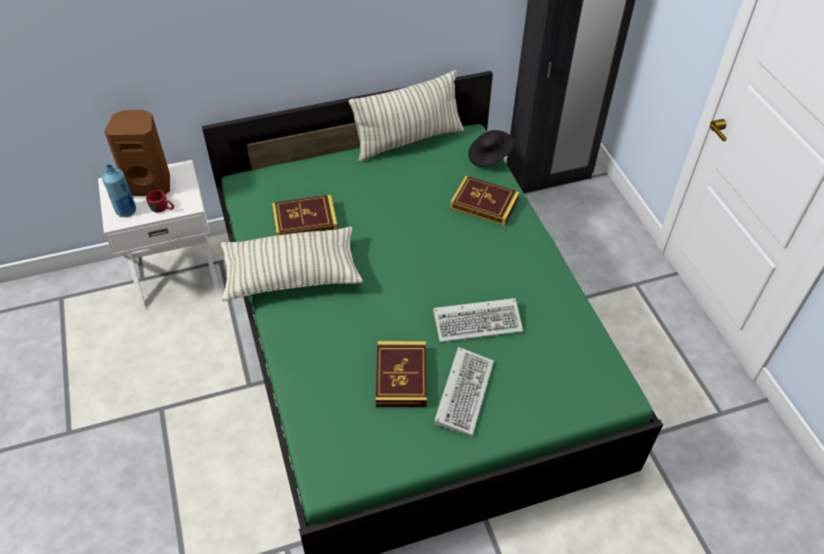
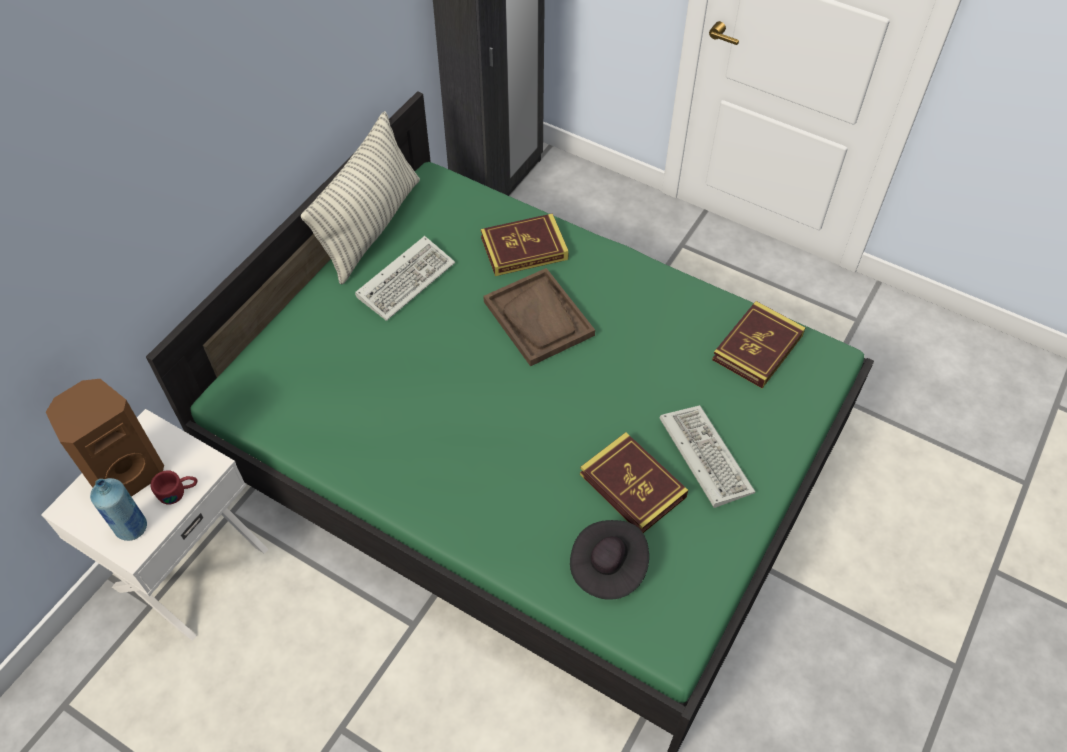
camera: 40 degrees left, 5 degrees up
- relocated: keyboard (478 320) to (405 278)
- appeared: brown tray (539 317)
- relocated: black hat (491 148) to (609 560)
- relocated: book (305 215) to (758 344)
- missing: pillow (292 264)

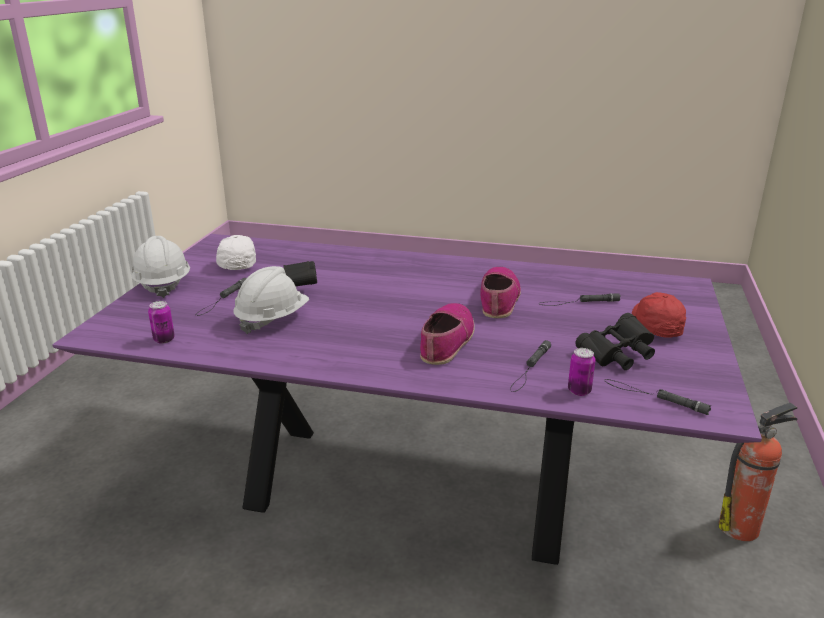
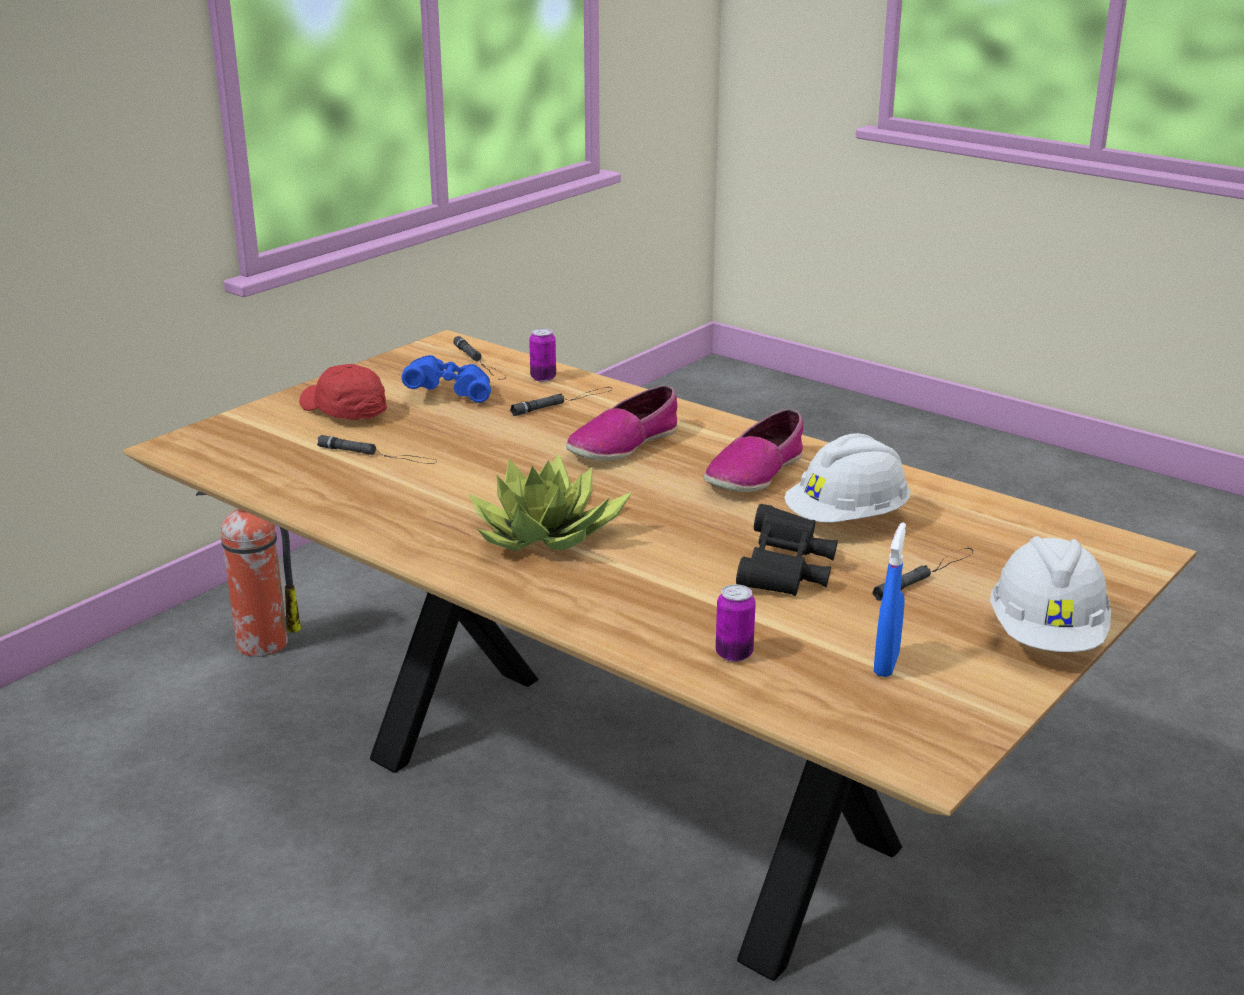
camera: 155 degrees left, 0 degrees up
- colour: purple dining table (407 399) to brown dining table (660 655)
- spun: red cap (659 315) = (343 392) 105 degrees clockwise
- colour: black binoculars (615 341) to blue binoculars (446 379)
- appeared: potted plant (550 502)
- relocated: shoe (500 292) to (753 450)
- relocated: can (161 322) to (736 623)
- exchanged: white cap (236 252) to blue spray bottle (890 599)

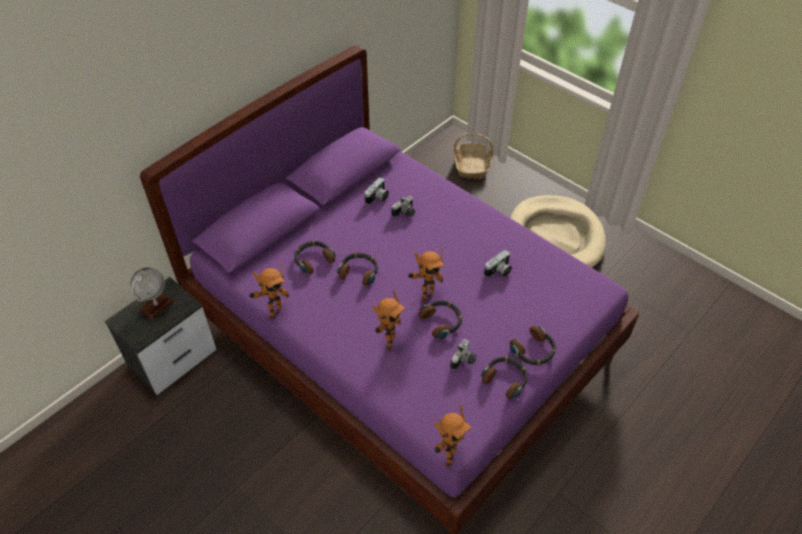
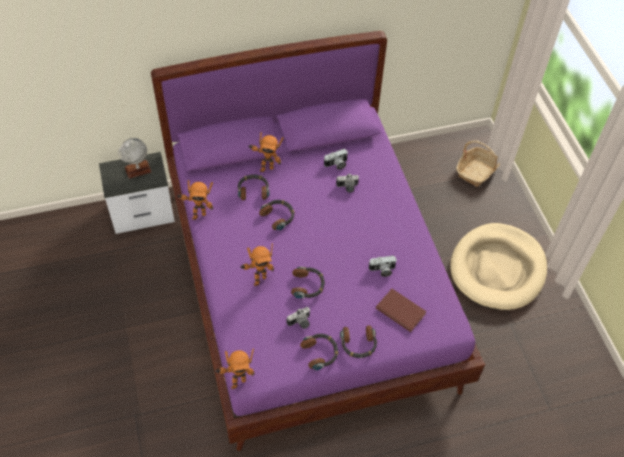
camera: 30 degrees right, 5 degrees up
- relocated: toy robot (426 274) to (265 152)
- appeared: brown book (401 310)

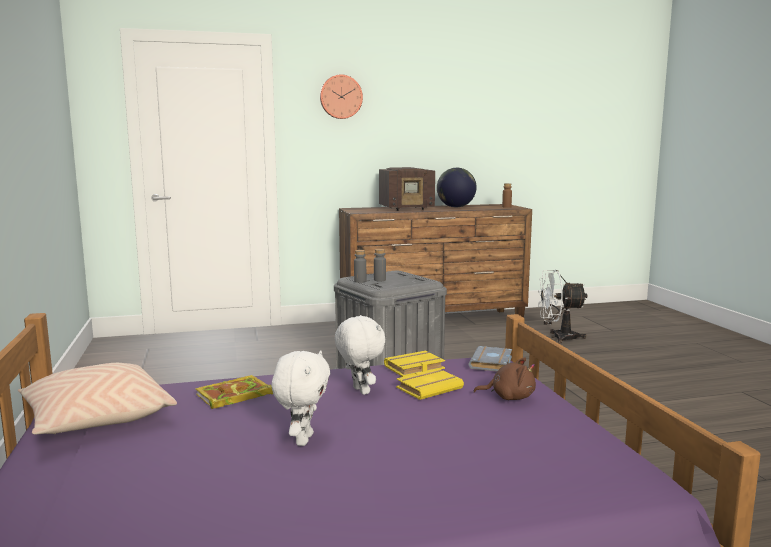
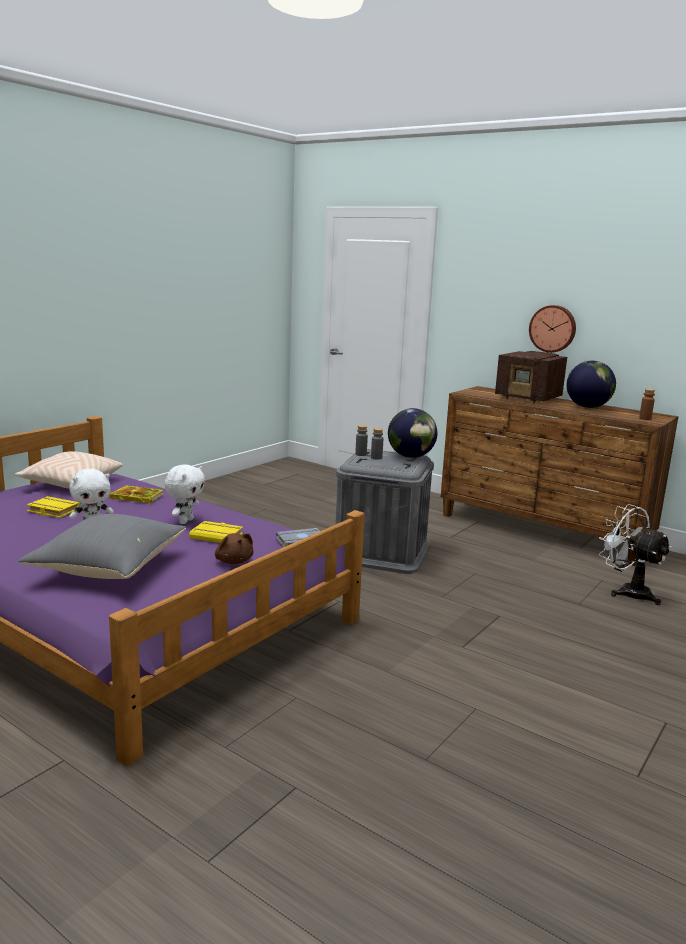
camera: 50 degrees right, 5 degrees up
- appeared: grey pillow (102 546)
- relocated: yellow book (414 364) to (53 507)
- appeared: globe (412 433)
- relocated: wall clock (341 96) to (552 329)

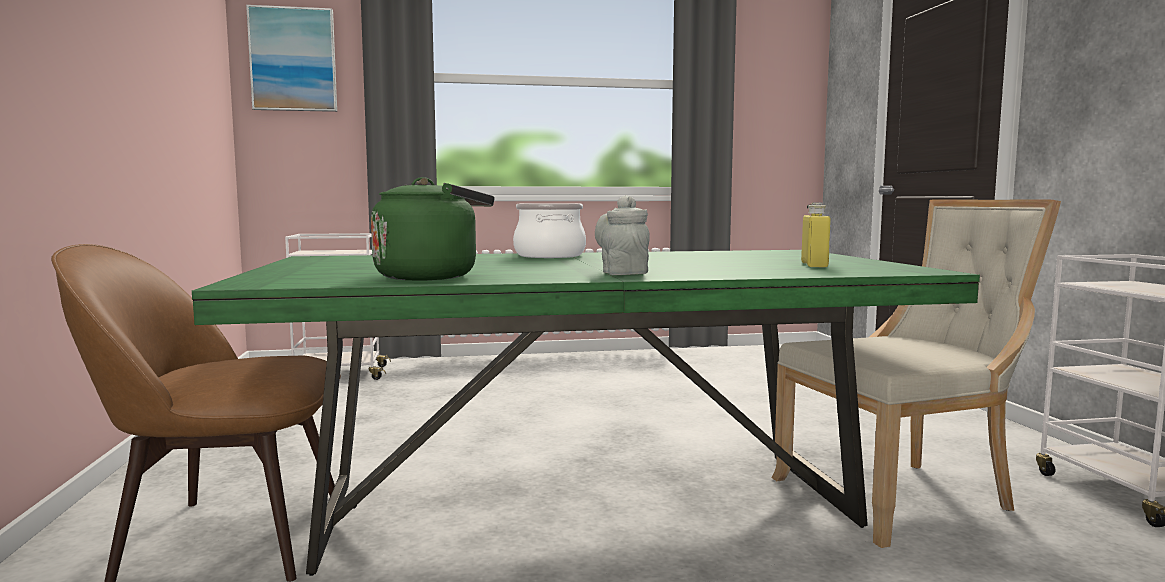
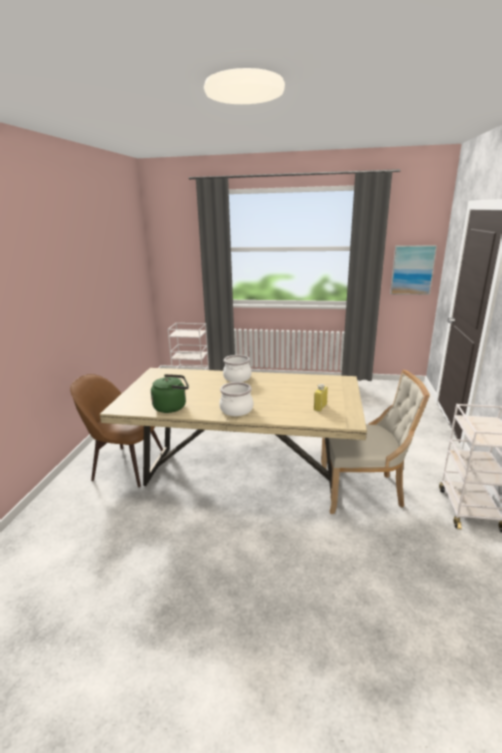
camera: 20 degrees right, 15 degrees up
- colour: green dining table (586 413) to beige dining table (233 430)
- exchanged: grey teapot (622 235) to cooking pot (236 399)
- relocated: picture (291 58) to (413 270)

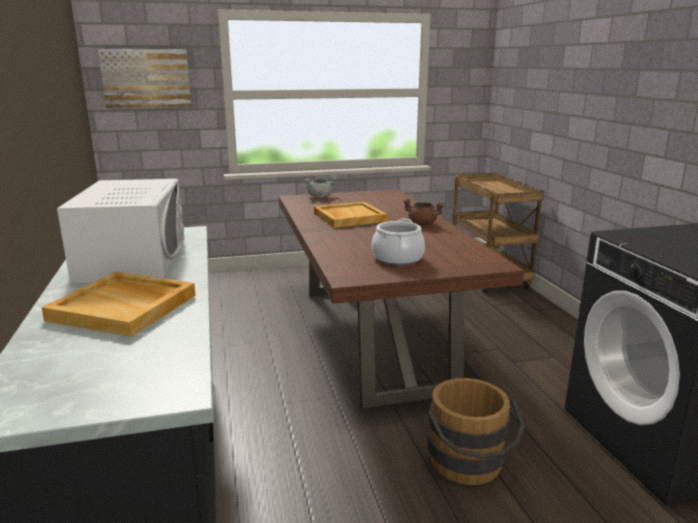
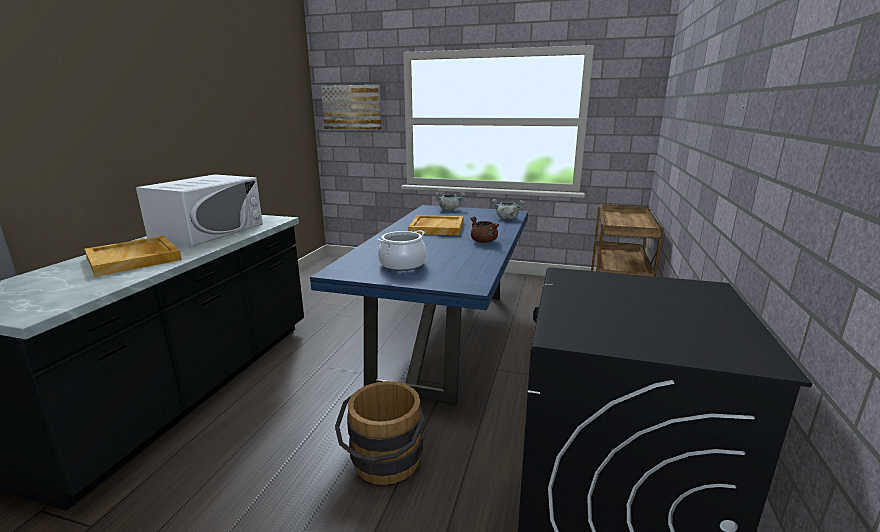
camera: 30 degrees right, 0 degrees up
- colour: brown dining table (401 299) to blue dining table (419 305)
- appeared: grey cooking pot (508 209)

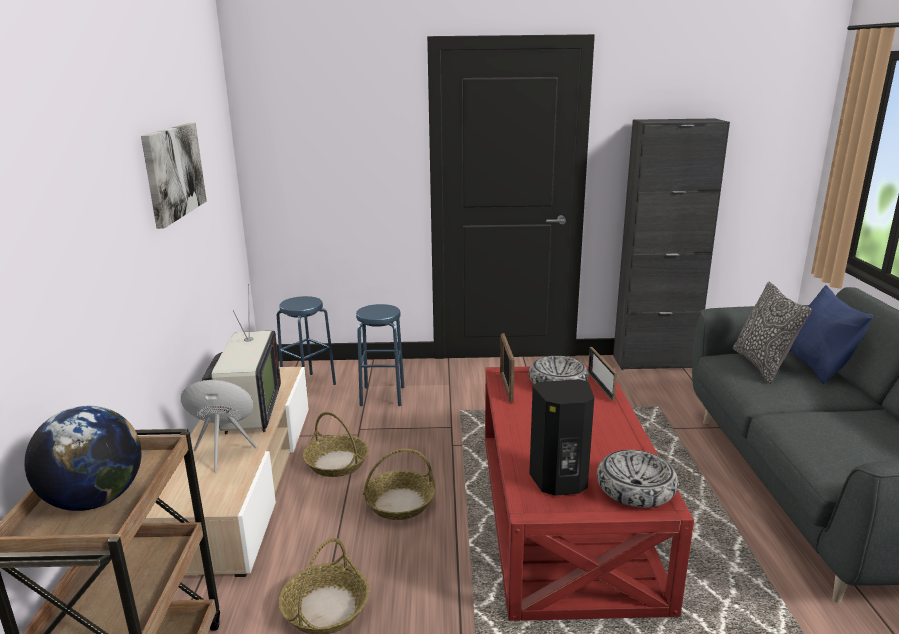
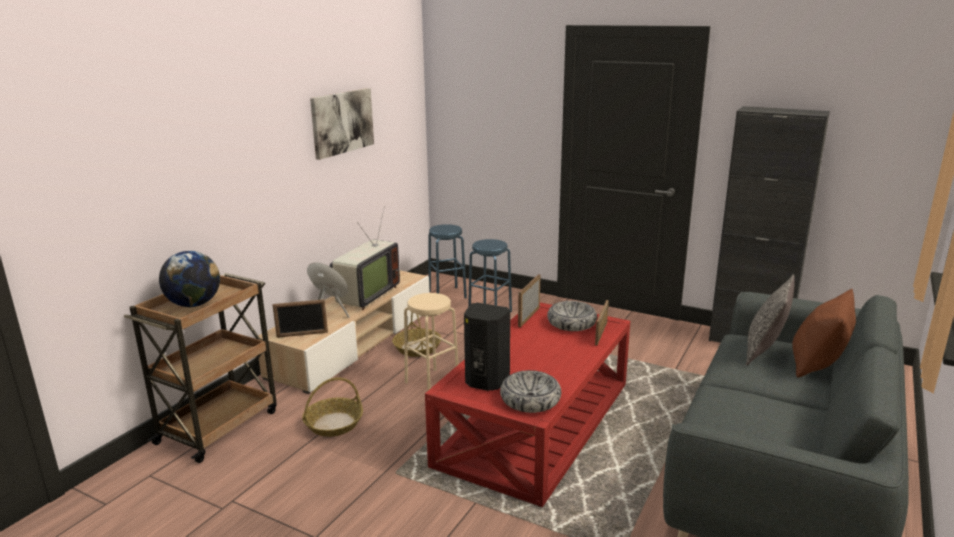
camera: 30 degrees right, 0 degrees up
- appeared: picture frame (300 318)
- exchanged: basket (399 484) to beige stool (431 341)
- colour: blue pillow (831 334) to brown pillow (824 333)

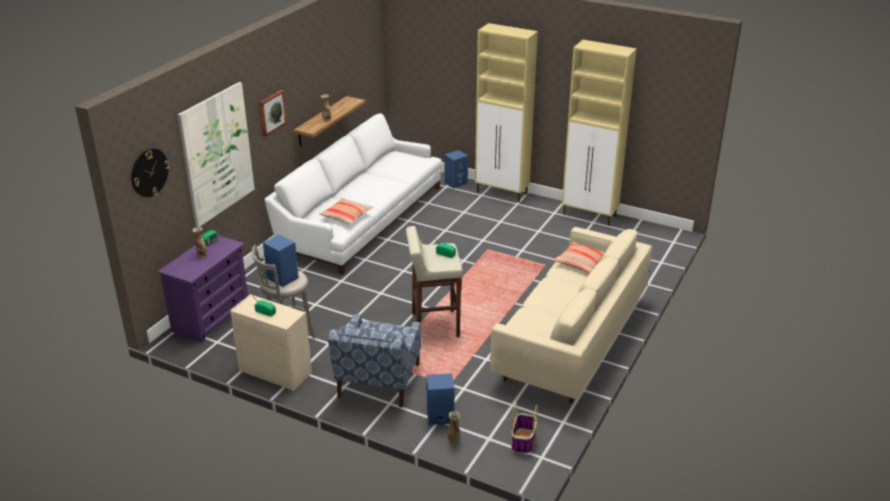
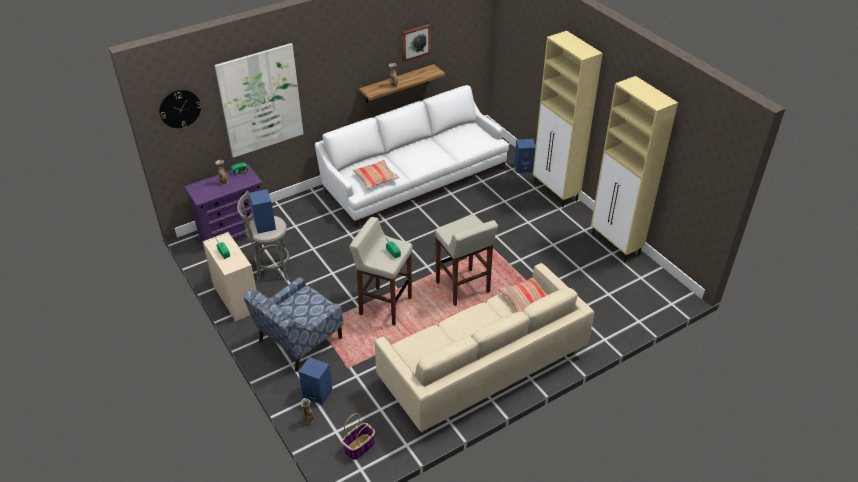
camera: 30 degrees right, 10 degrees up
- relocated: picture (273 113) to (416 43)
- appeared: beige stool (466 261)

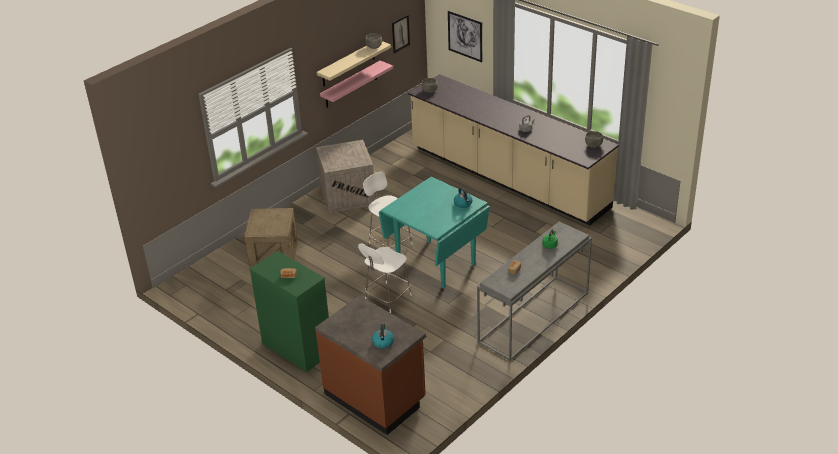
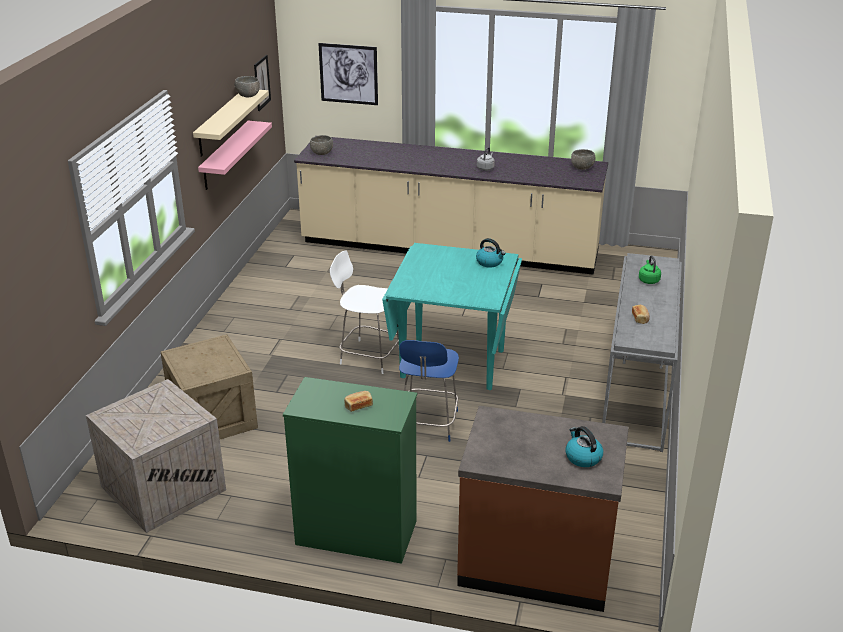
camera: 30 degrees left, 5 degrees down
- relocated: crate (345 176) to (156 456)
- colour: white stool (385 278) to blue stool (429 391)

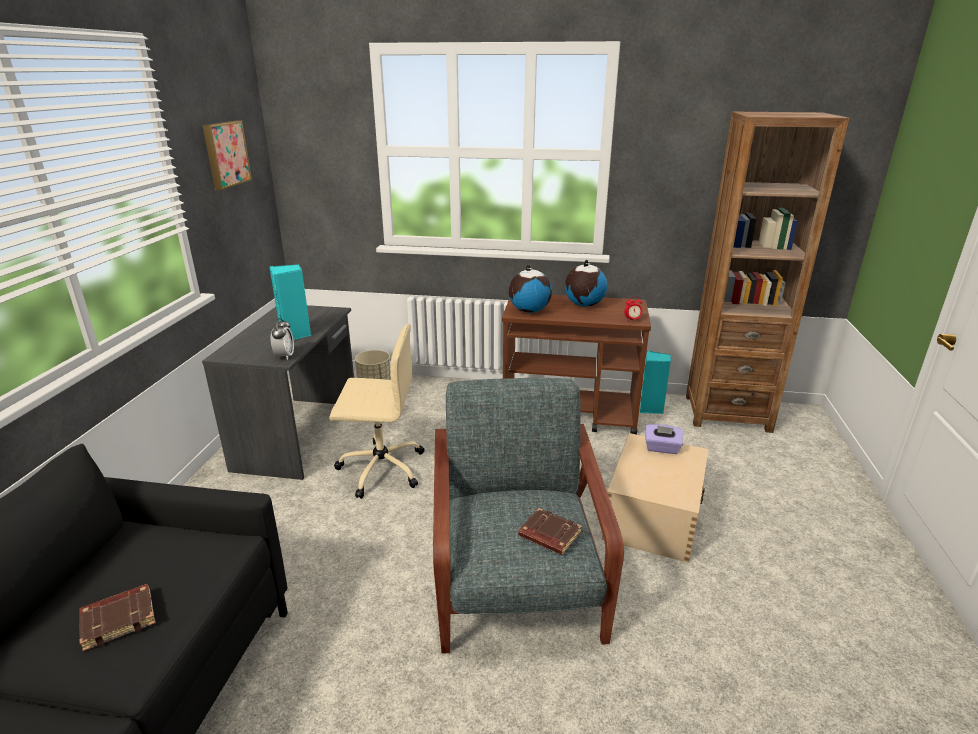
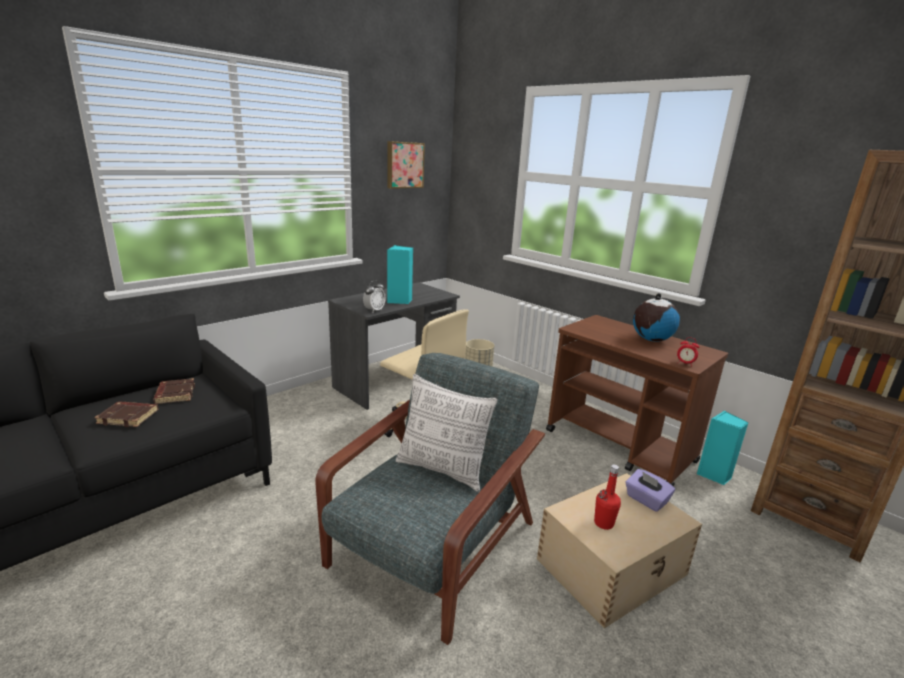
camera: 35 degrees right, 5 degrees down
- relocated: brown book (550 531) to (174 391)
- appeared: pillow (446 433)
- appeared: red bottle (607 497)
- missing: globe (530 288)

